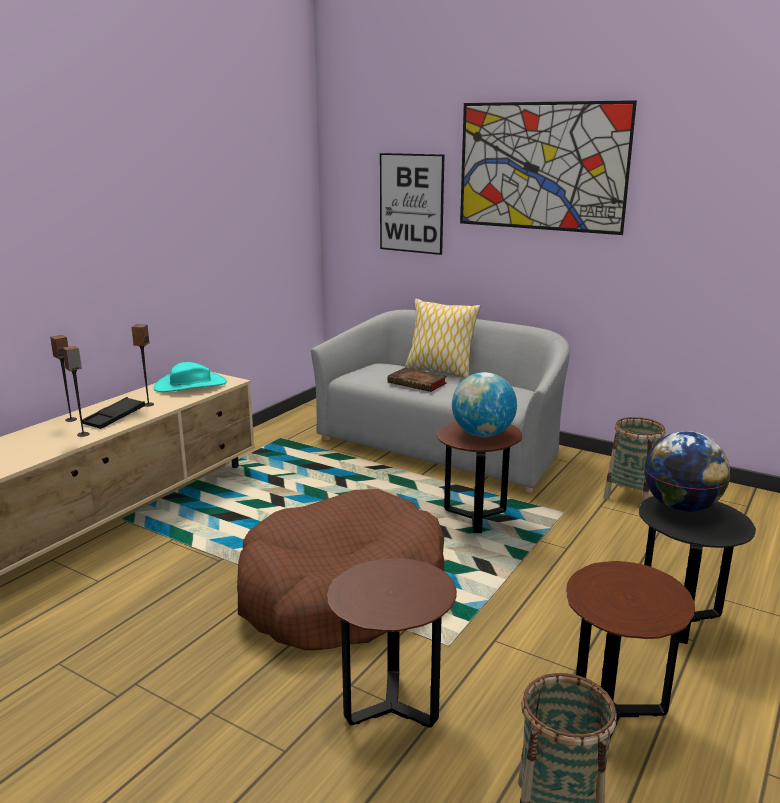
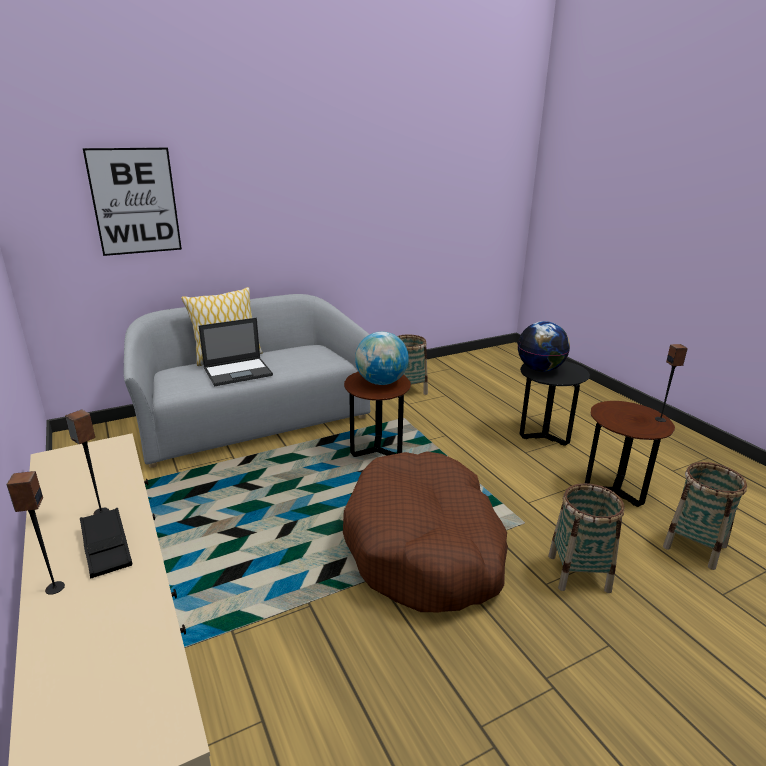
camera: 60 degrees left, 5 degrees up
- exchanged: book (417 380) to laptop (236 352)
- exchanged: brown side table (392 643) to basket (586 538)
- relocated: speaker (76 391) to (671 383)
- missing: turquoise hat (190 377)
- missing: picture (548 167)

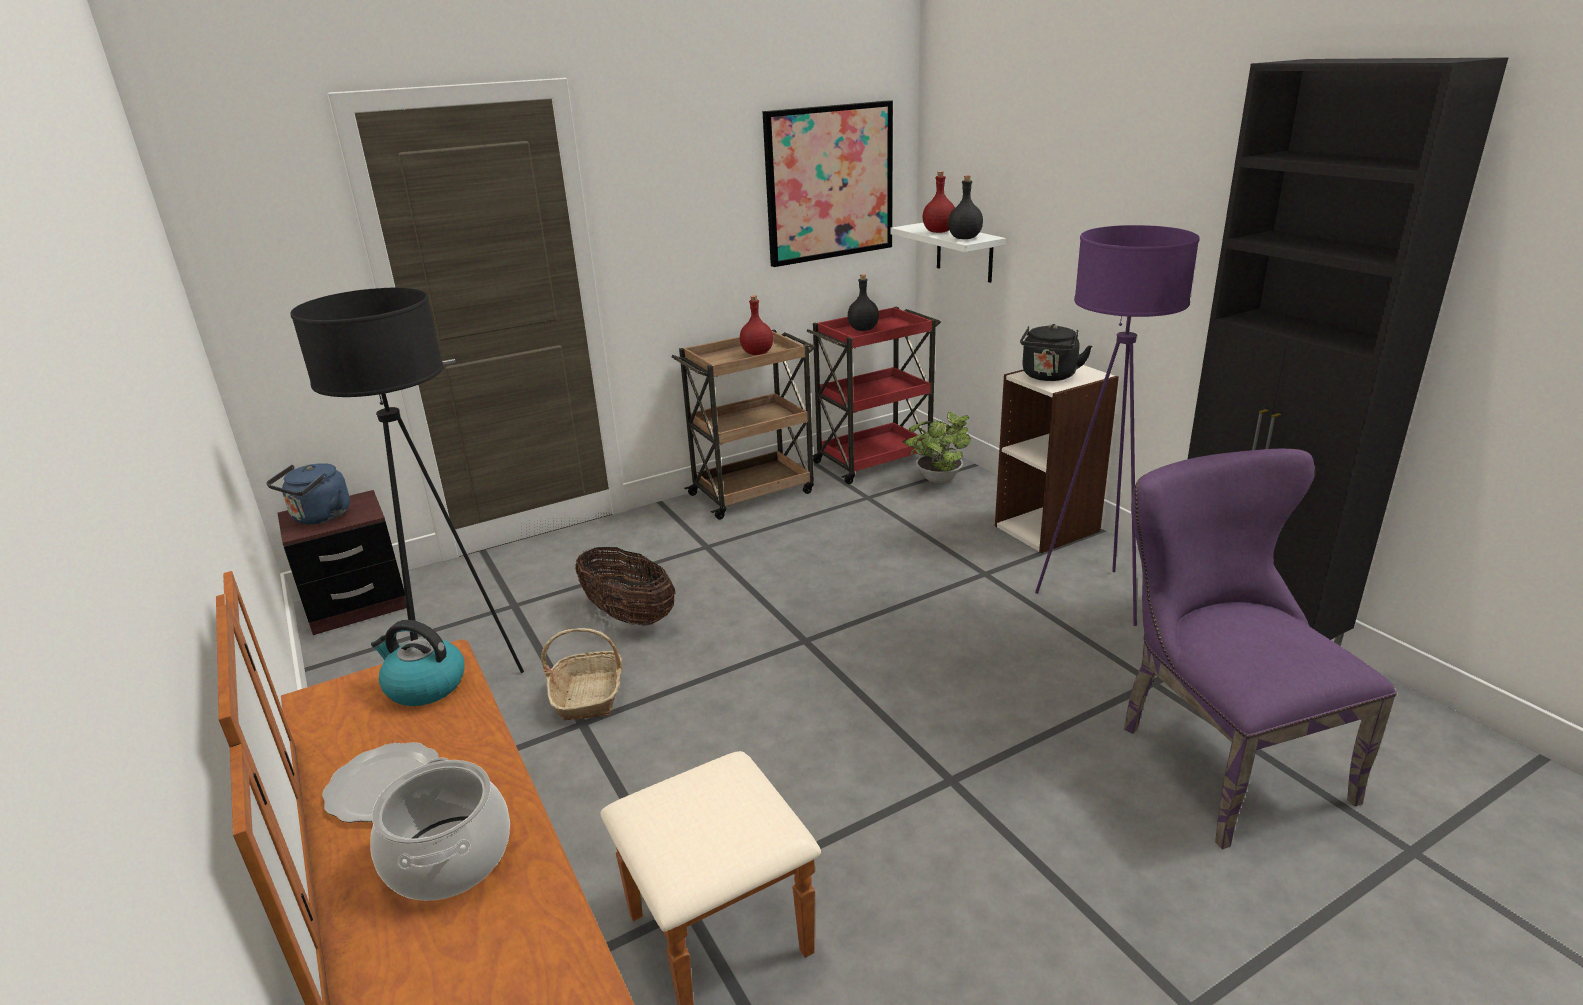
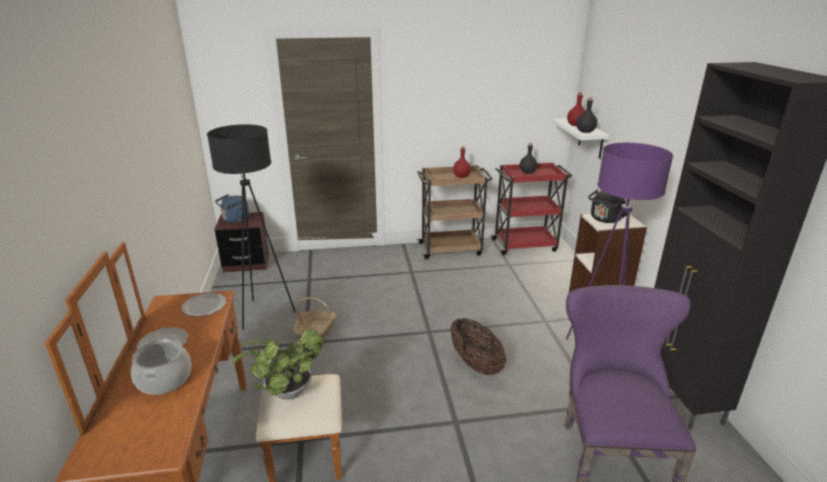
camera: 20 degrees right, 0 degrees up
- exchanged: kettle (418 663) to plate (204 305)
- relocated: potted plant (937 447) to (277 365)
- relocated: basket (625 586) to (478 346)
- missing: picture (827 183)

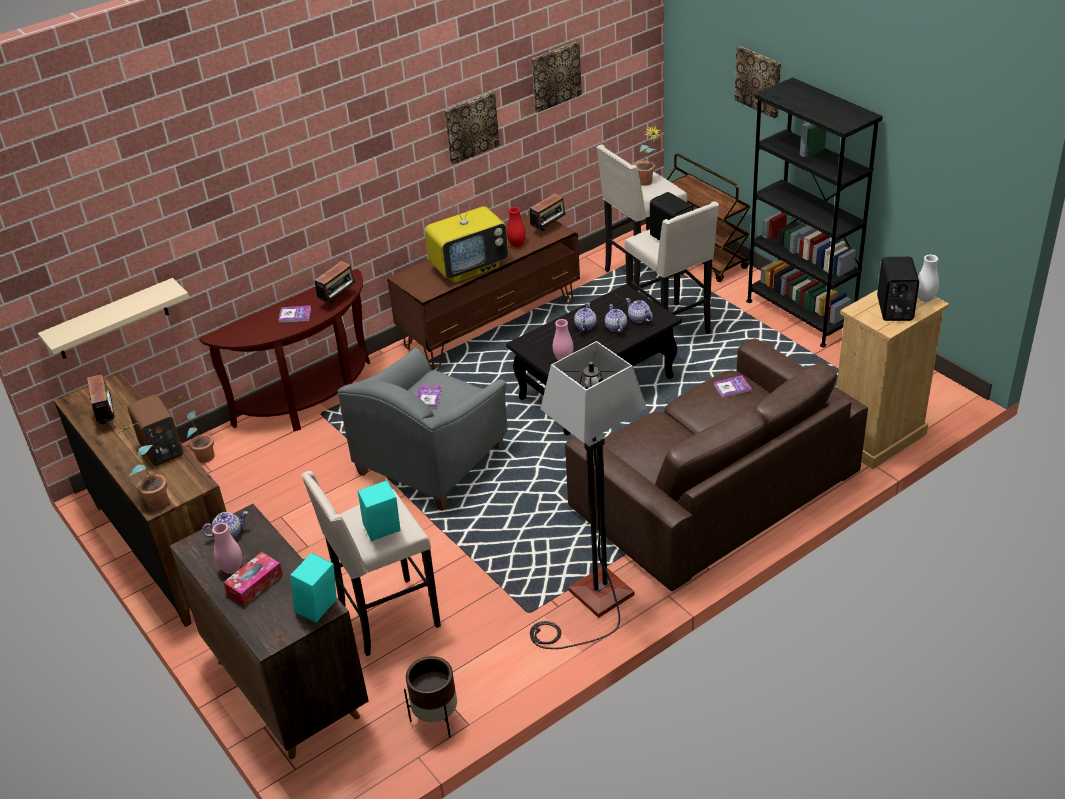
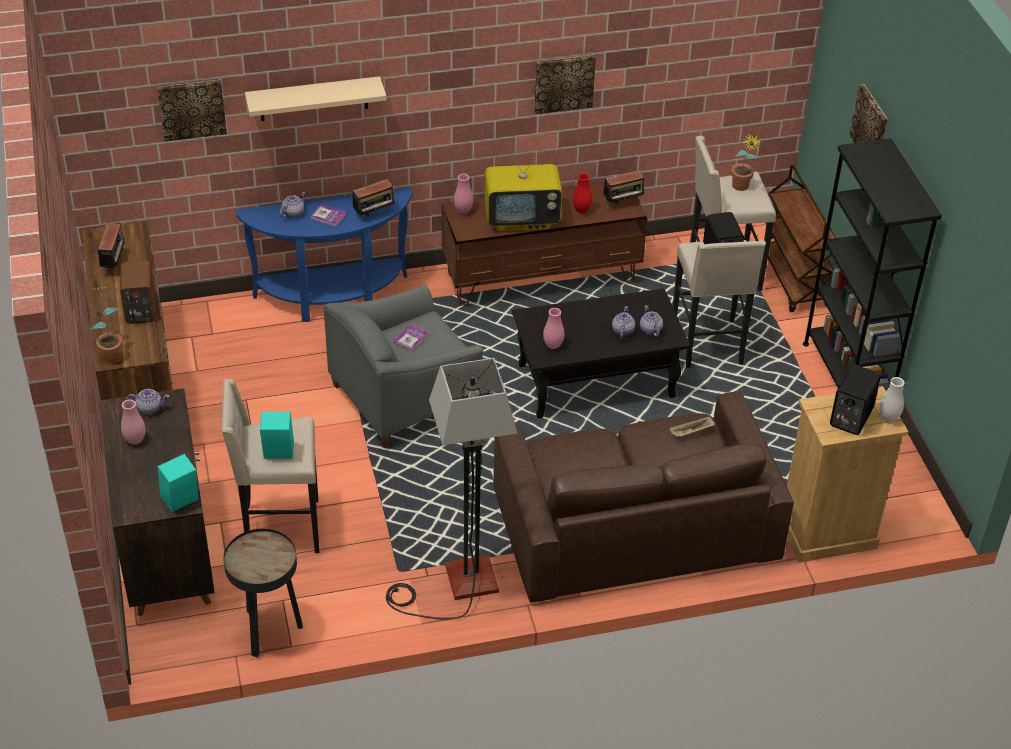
camera: 20 degrees right, 5 degrees up
- relocated: picture (557 77) to (192 111)
- exchanged: brown planter (430 697) to black side table (263 593)
- colour: brown console table (284 350) to blue console table (323 254)
- relocated: beige shelf (113 318) to (315 98)
- relocated: teapot (585 317) to (292 205)
- appeared: pink vase (463 194)
- exchanged: book (732 386) to beige tray (692 427)
- missing: potted plant (191 428)
- missing: tissue box (253 579)

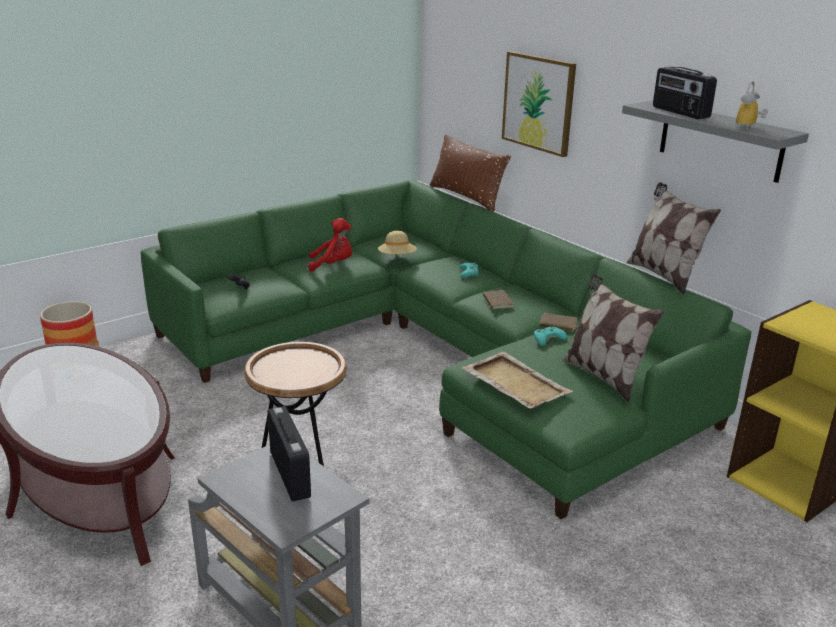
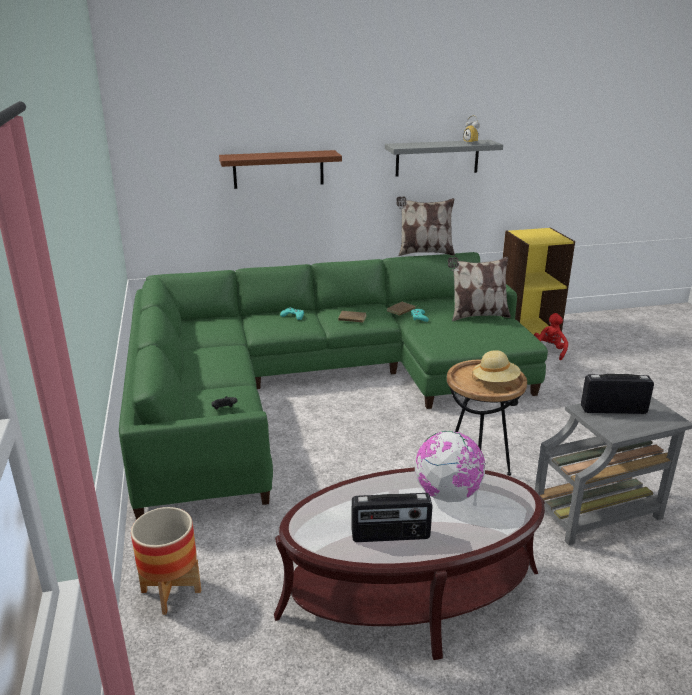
camera: 65 degrees left, 0 degrees up
- exchanged: picture (539 104) to brown shelf (280 169)
- relocated: radio (685 92) to (392 517)
- appeared: globe (450 466)
- relocated: beige hat (397 242) to (496 366)
- relocated: red plush toy (330 245) to (551 336)
- missing: brown pillow (470 173)
- missing: beige tray (517 379)

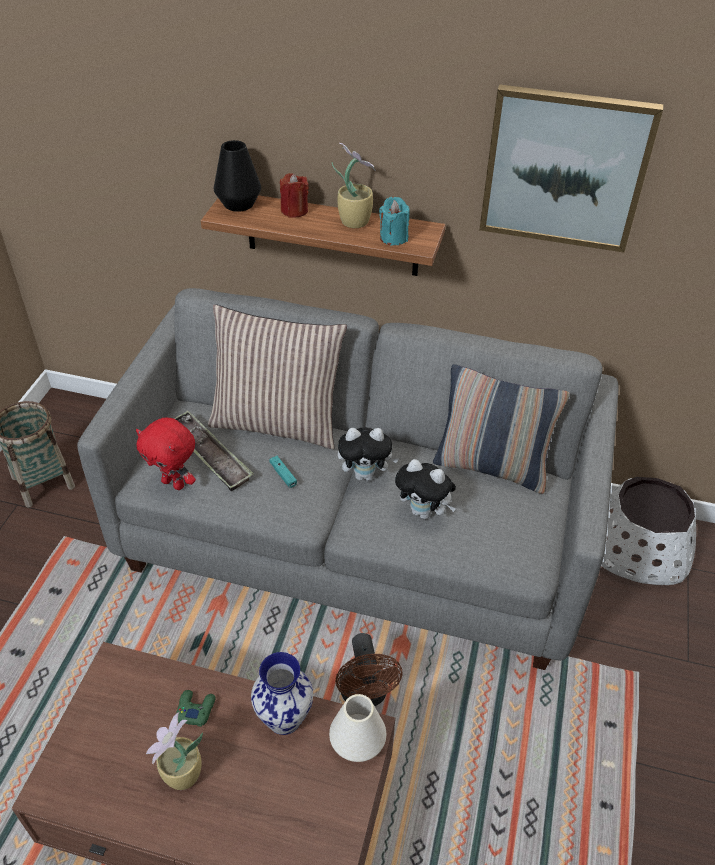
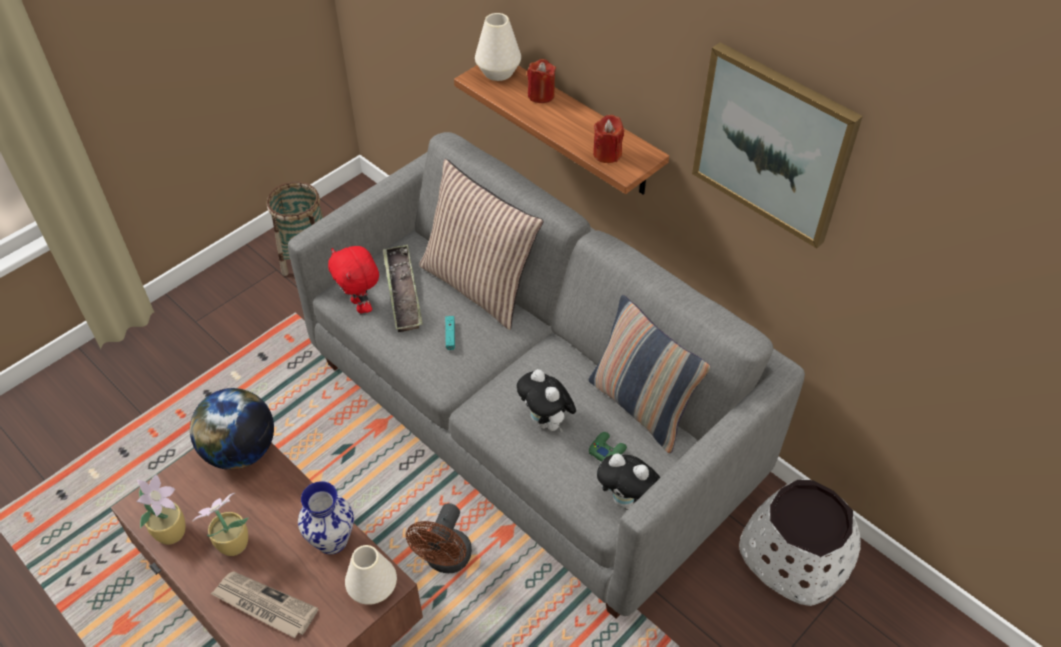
camera: 30 degrees right, 5 degrees up
- relocated: potted plant (354 185) to (160 509)
- appeared: globe (232 429)
- appeared: newspaper (264 604)
- colour: black vase (237 176) to white vase (498 47)
- relocated: green game controller (196 708) to (608 446)
- colour: turquoise candle (394 221) to red candle (608 139)
- relocated: plush toy (368 454) to (628 481)

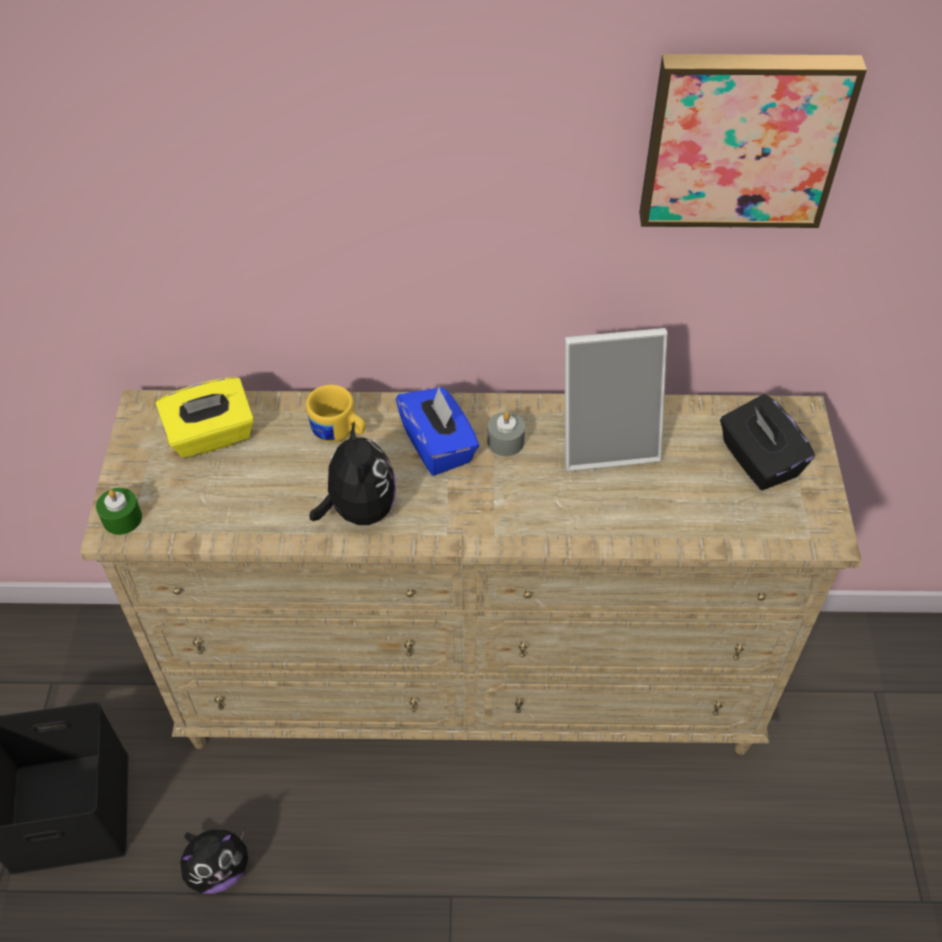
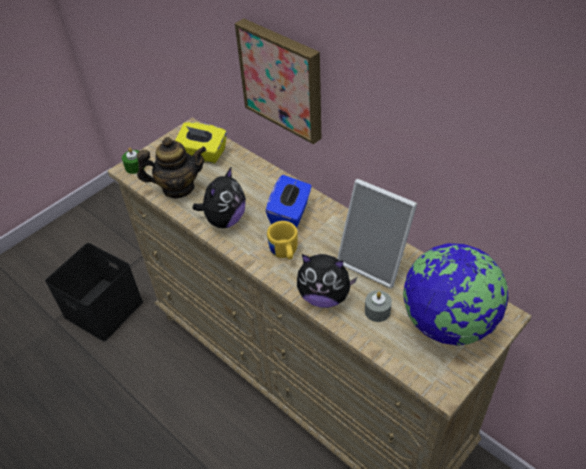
camera: 45 degrees right, 5 degrees down
- appeared: teapot (172 168)
- relocated: picture (753 141) to (278 81)
- relocated: yellow mug (336 413) to (282 240)
- relocated: plush toy (214 862) to (327 281)
- relocated: grey candle (506 434) to (378 306)
- exchanged: black tissue box (767 442) to globe (455 294)

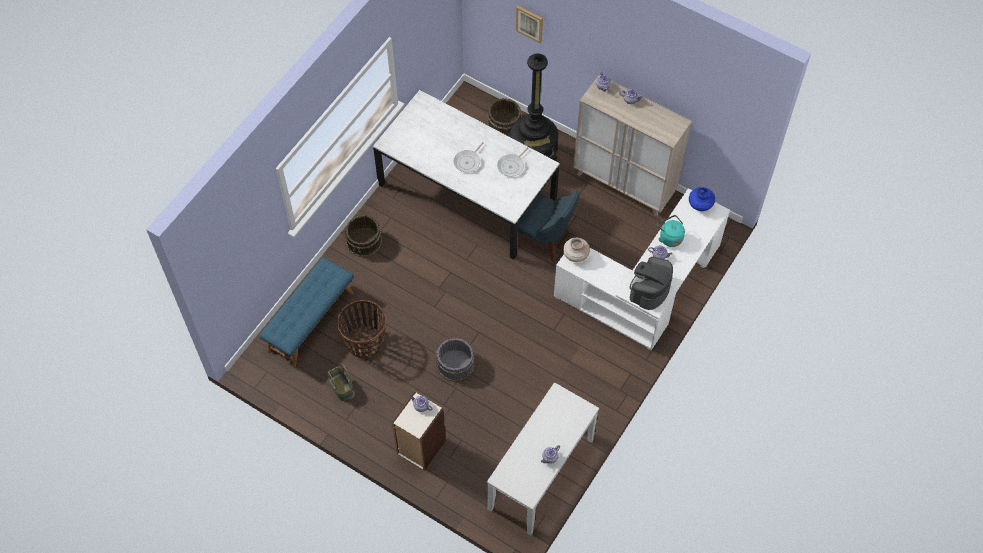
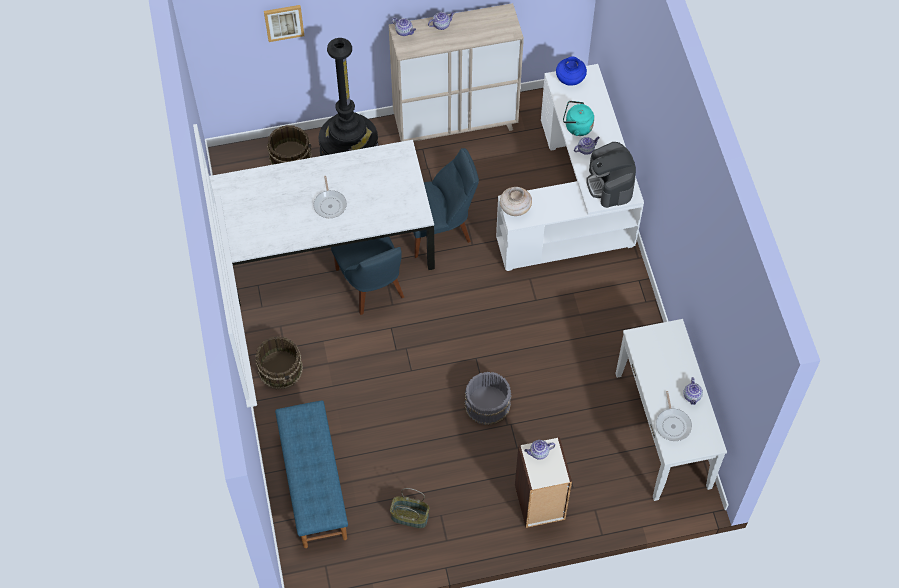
camera: 45 degrees left, 0 degrees up
- appeared: blue chair (367 276)
- relocated: frying pan (512 162) to (674 416)
- missing: basket (361 329)

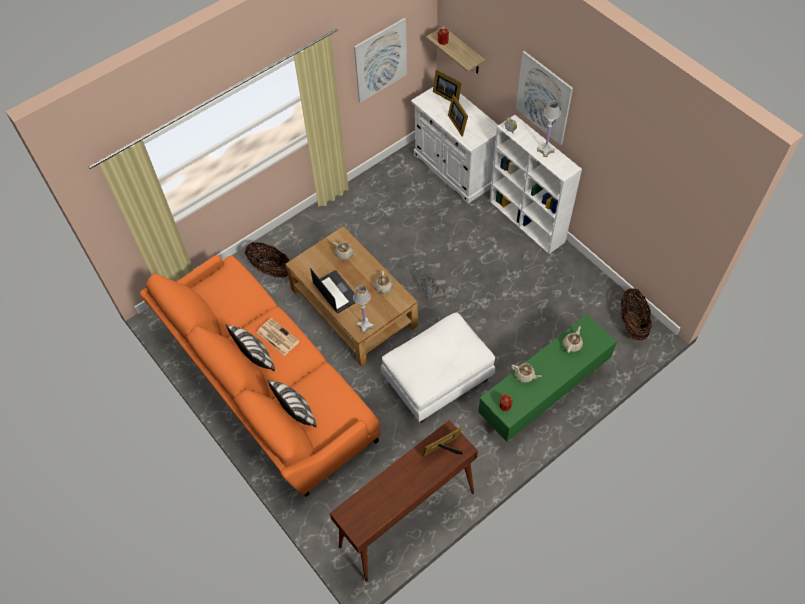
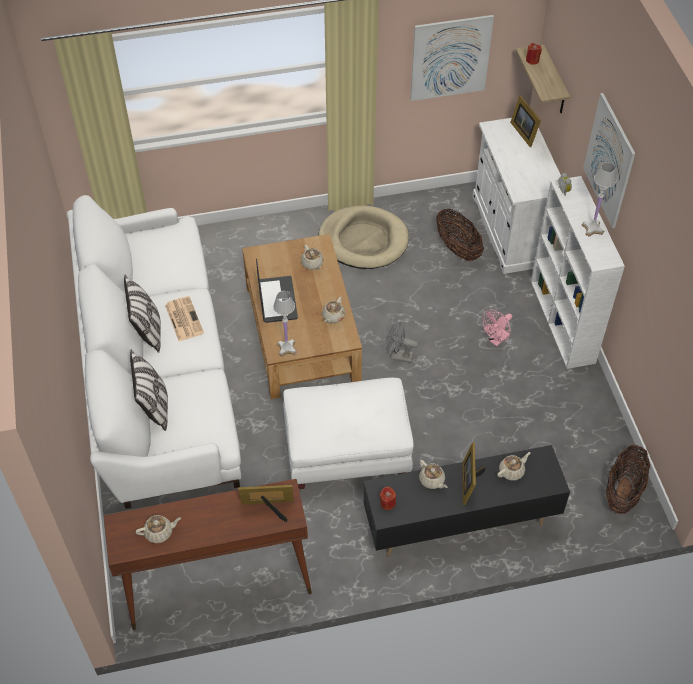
camera: 25 degrees right, 5 degrees down
- colour: orange sofa (259 376) to white sofa (154 352)
- appeared: beige teapot (158 529)
- appeared: beige dog bed (363 237)
- colour: green tv stand (547 378) to black tv stand (467 501)
- relocated: basket (267 260) to (460 235)
- relocated: picture frame (458 116) to (474 473)
- appeared: pink fan (497 328)

